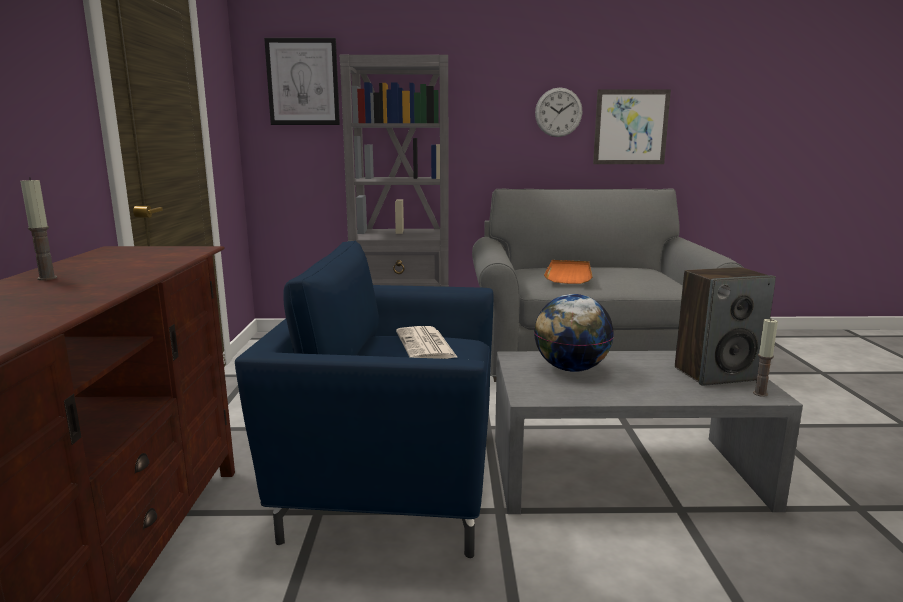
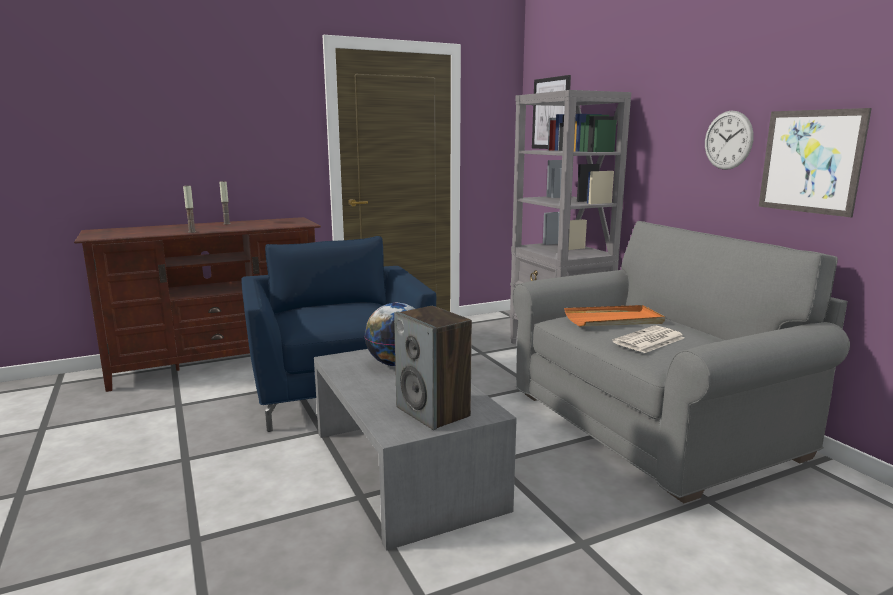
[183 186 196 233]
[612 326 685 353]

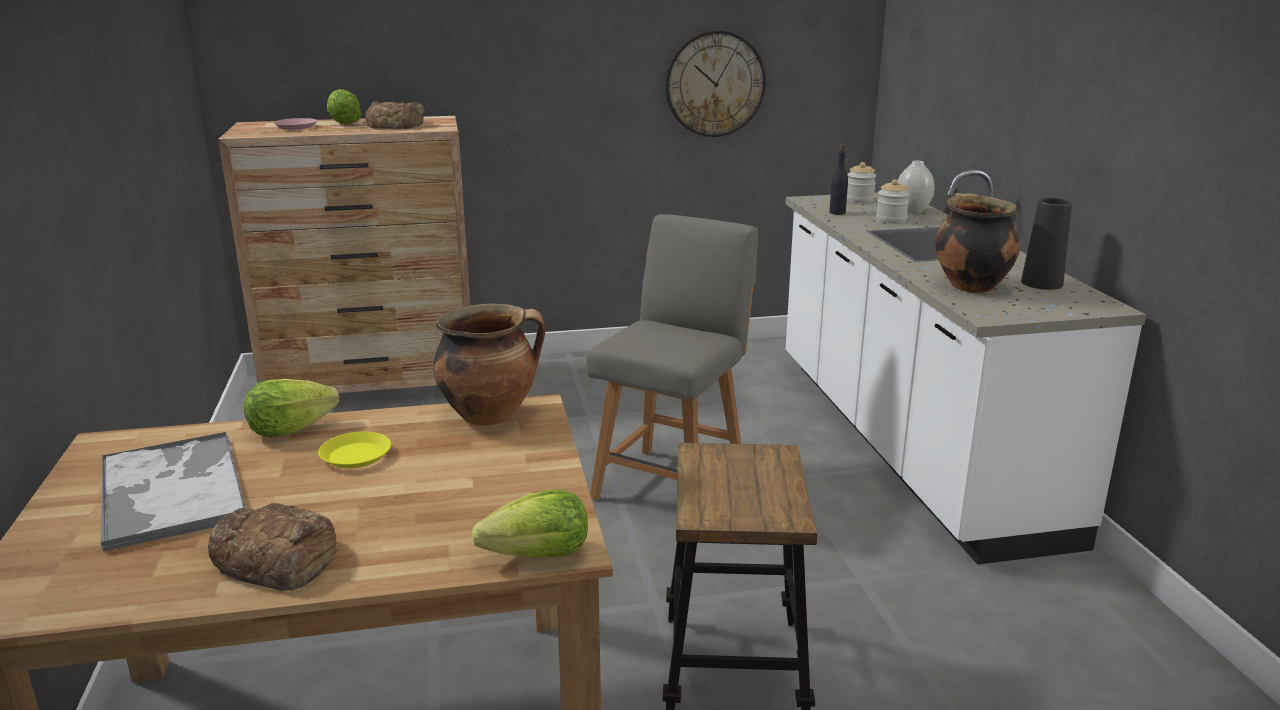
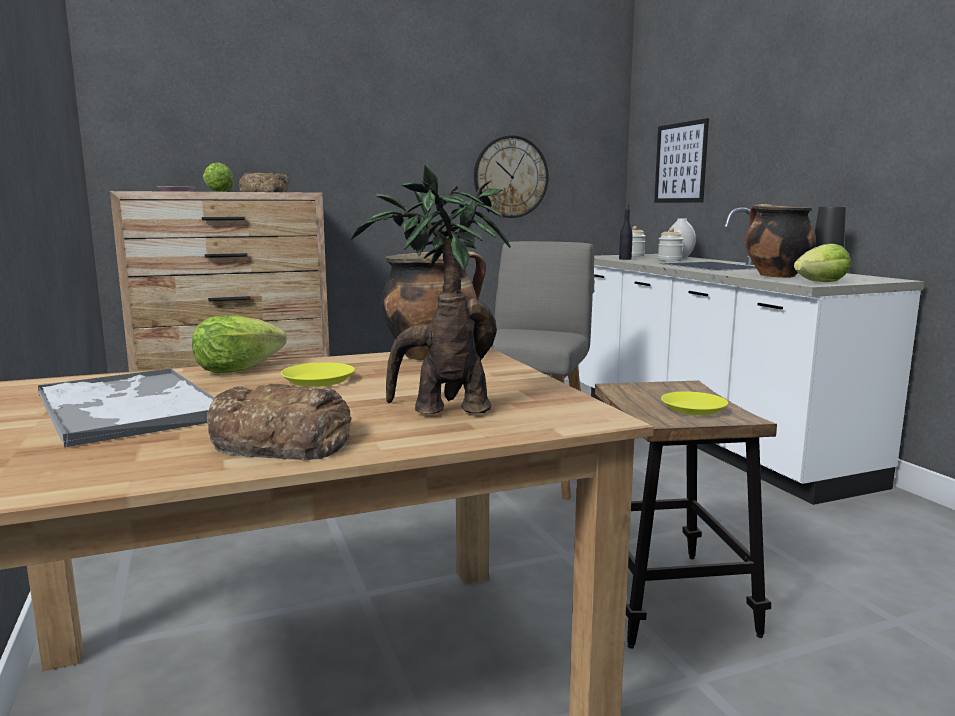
[794 244 851 282]
[654 118 709 203]
[350 165 511 414]
[661 392 728 415]

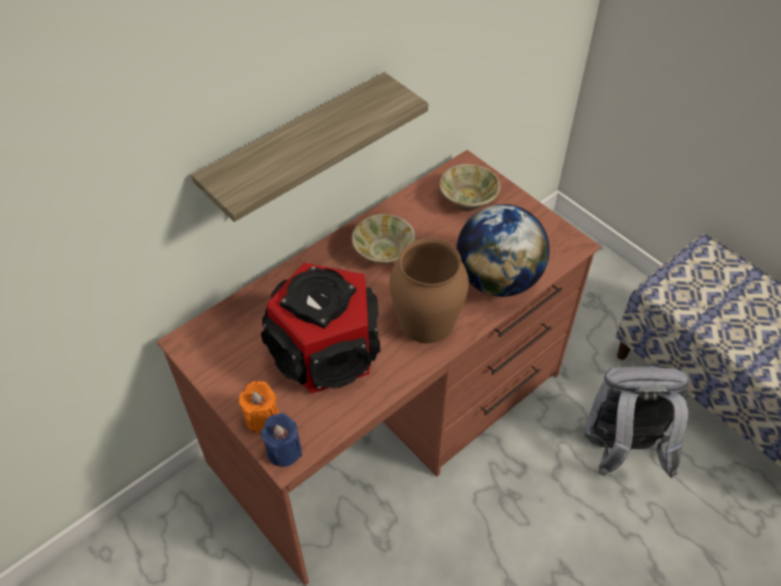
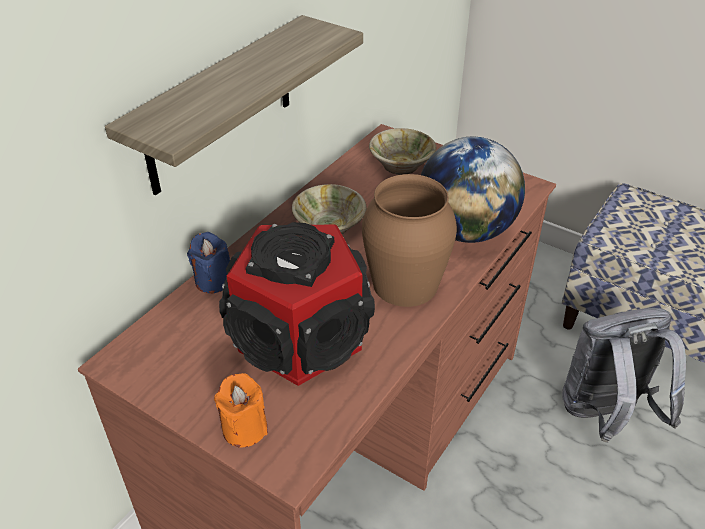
[187 232 230 293]

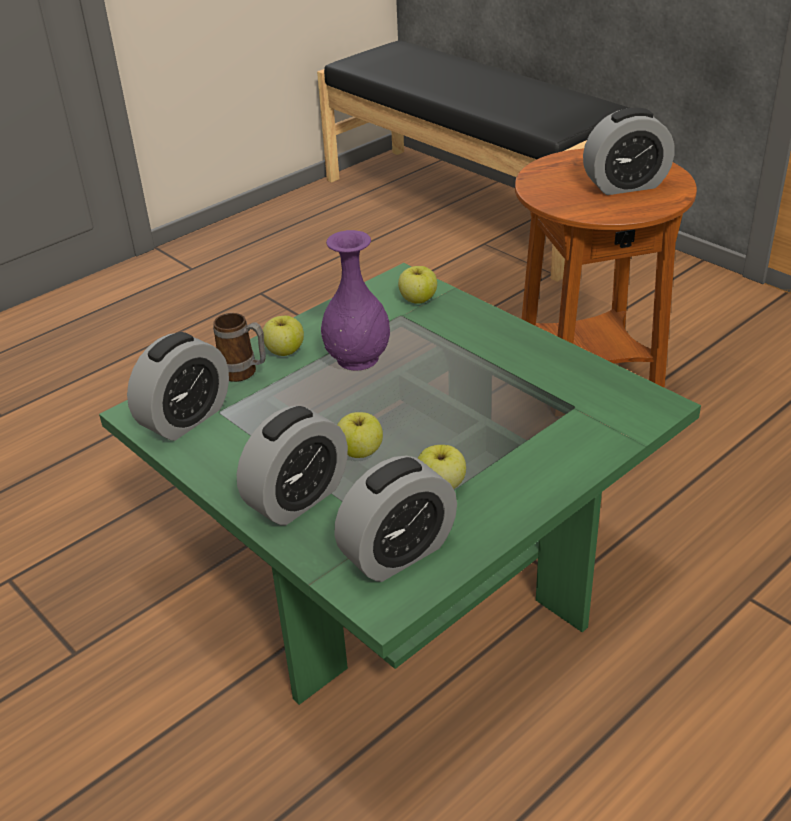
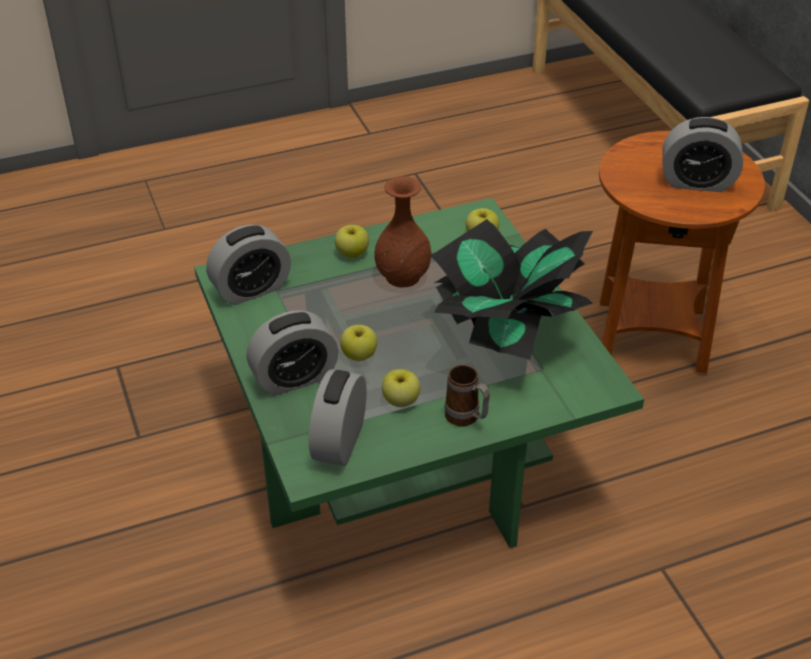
[375 176 431 288]
[445 365 490 426]
[309 369 367 466]
[430 219 593 360]

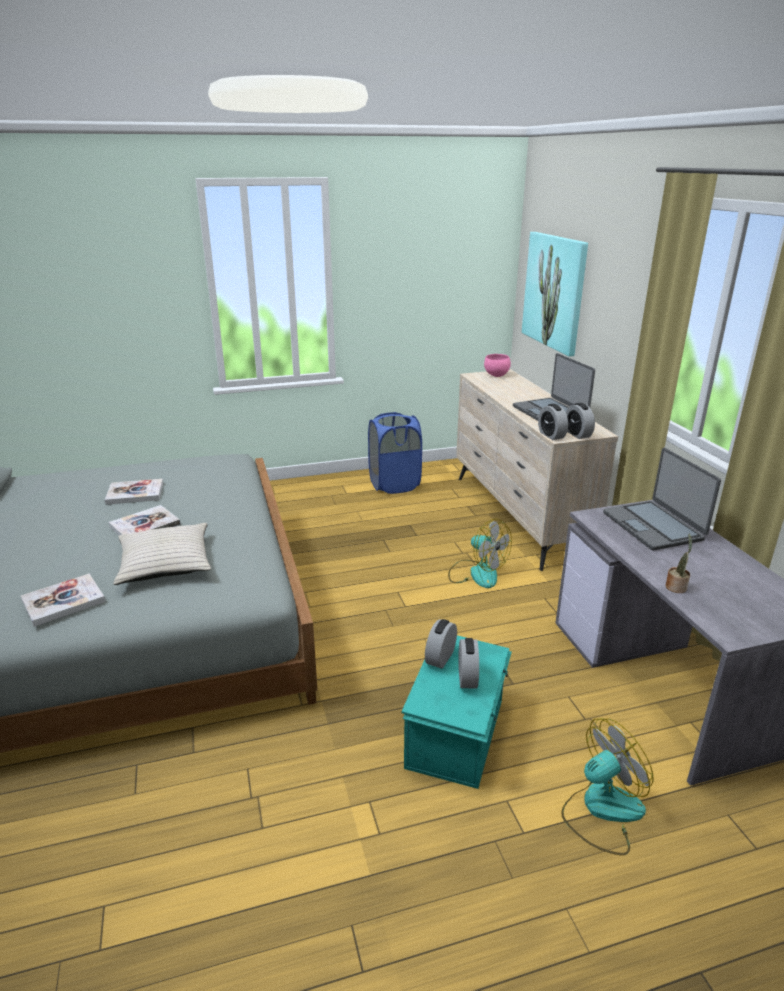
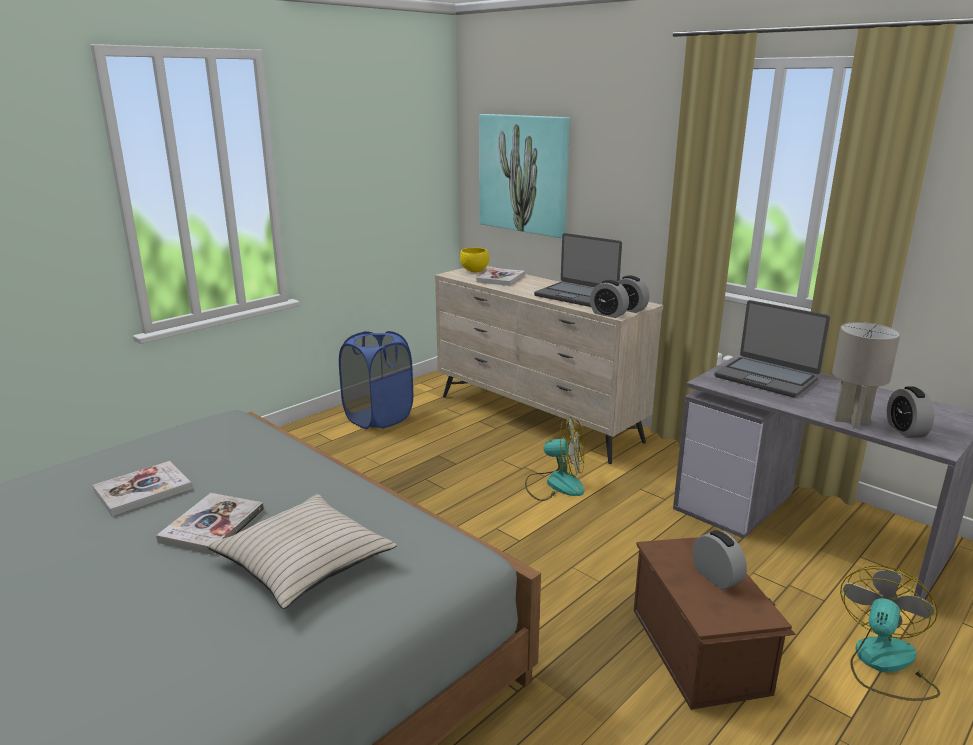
[460 248 489 272]
[832 322 900 429]
[476 268 525 286]
[887 387 934 438]
[634 537 796 710]

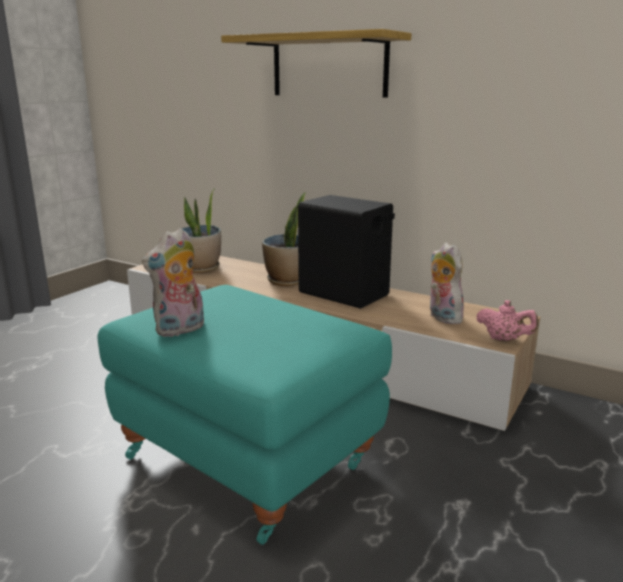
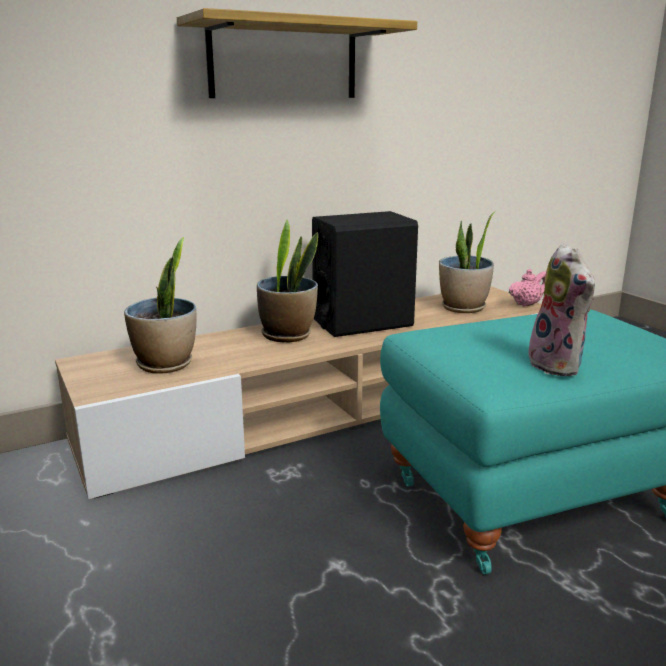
[439 211 496 313]

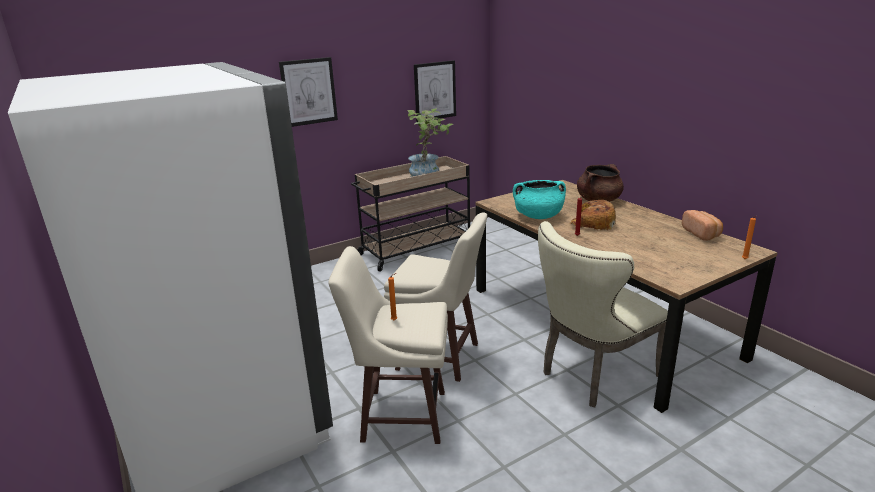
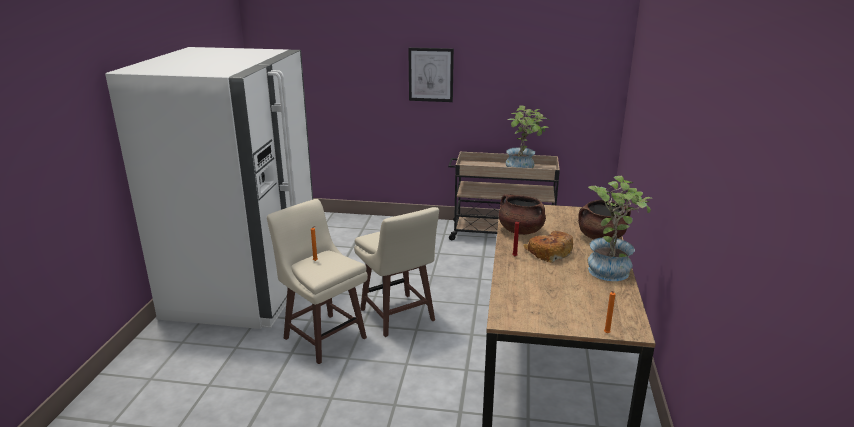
[414 60 456 122] (first image)
[499 194 546 235]
[682 210 723 241] (first image)
[538 221 668 407] (first image)
[588 176 653 281]

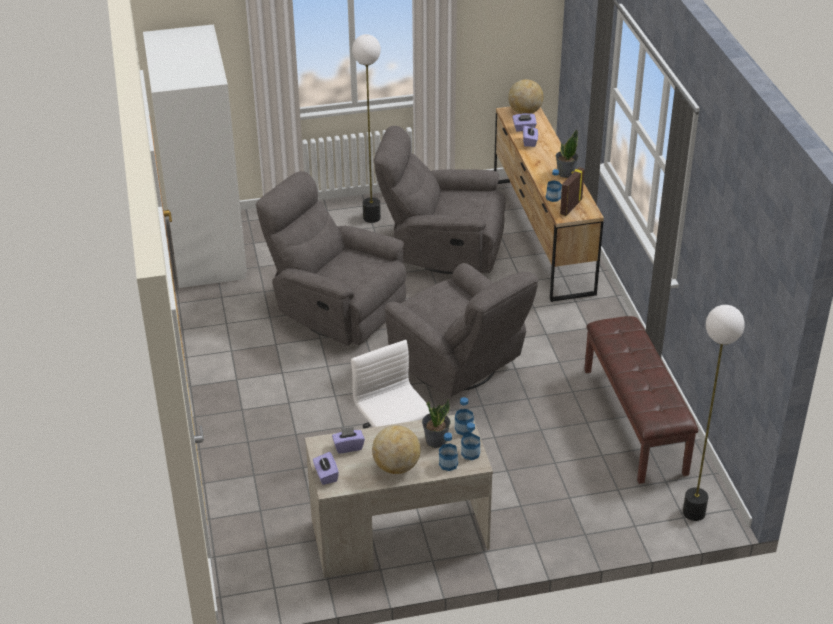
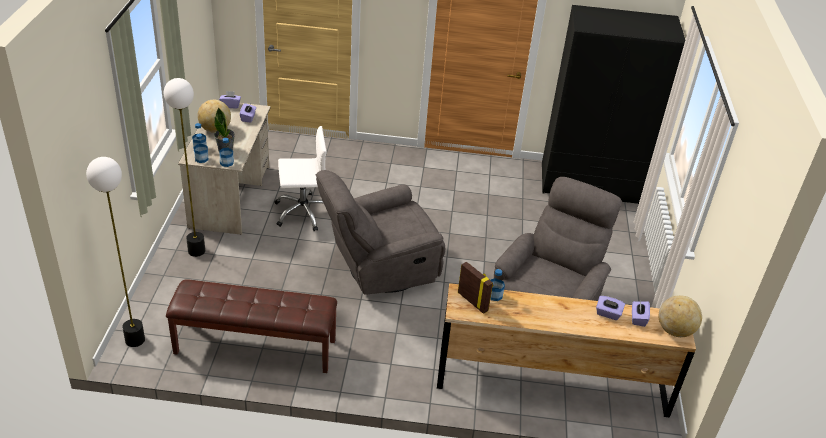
[542 5 685 204]
[164 78 205 257]
[556 130 578 178] (first image)
[256 171 406 346] (first image)

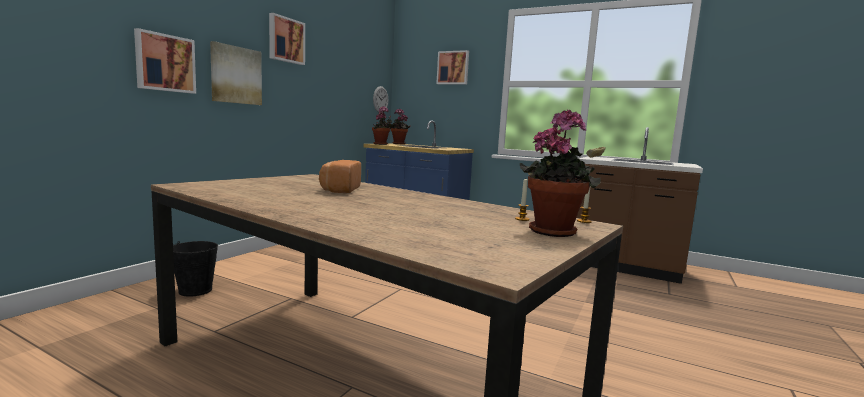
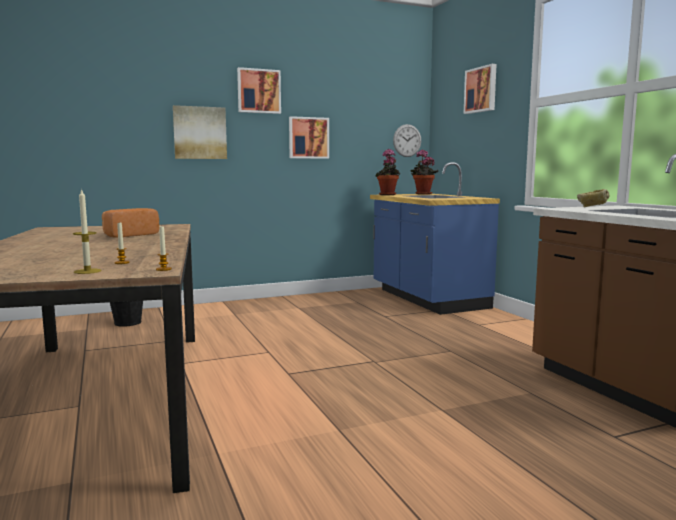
[289 116 329 159]
[73 189 101 274]

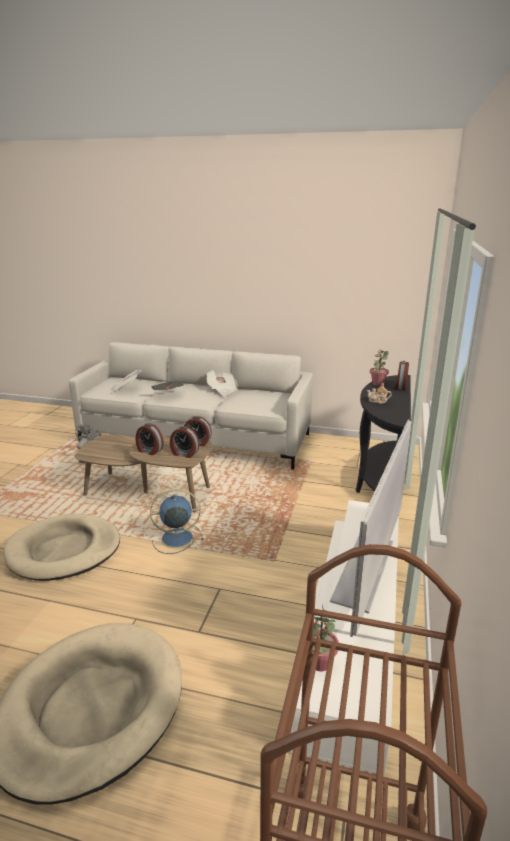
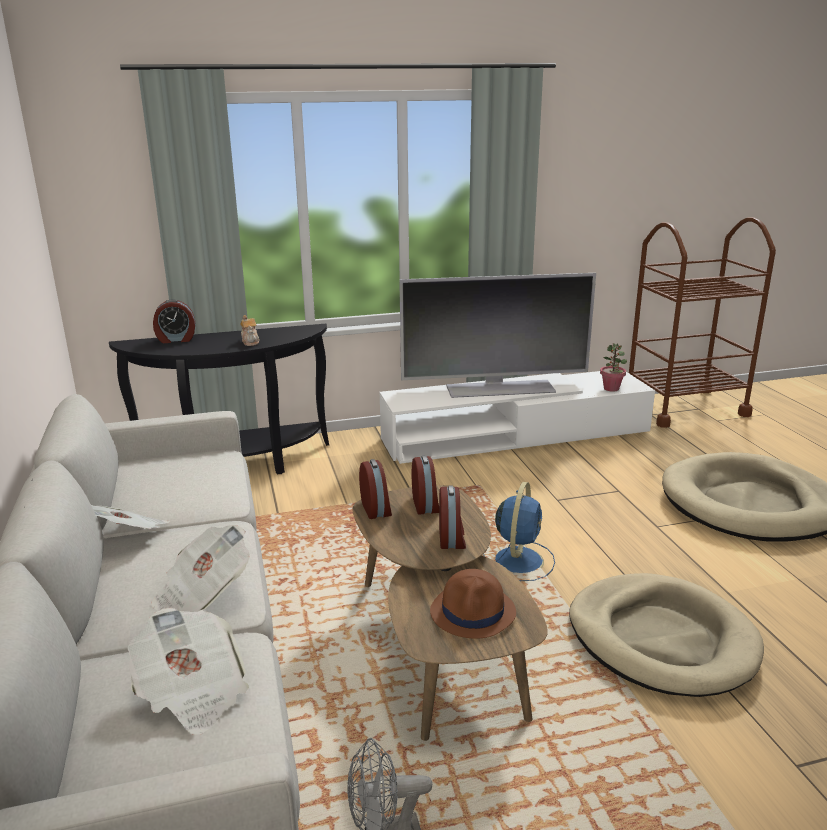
[370 350 389 386] (first image)
[495 482 555 581]
[430 569 516 639]

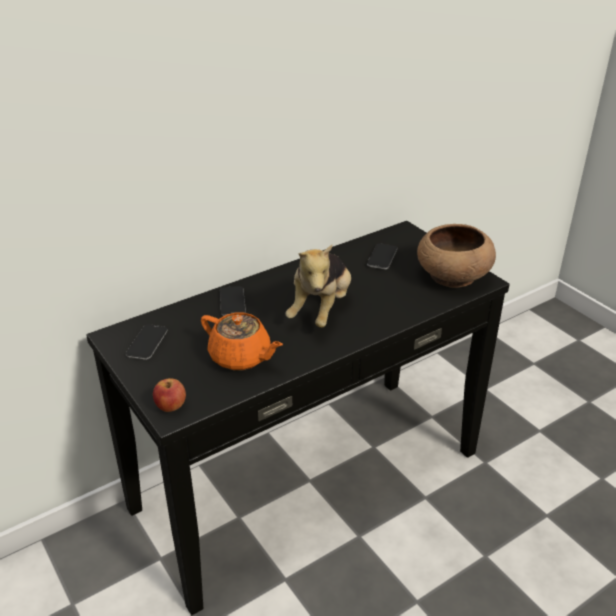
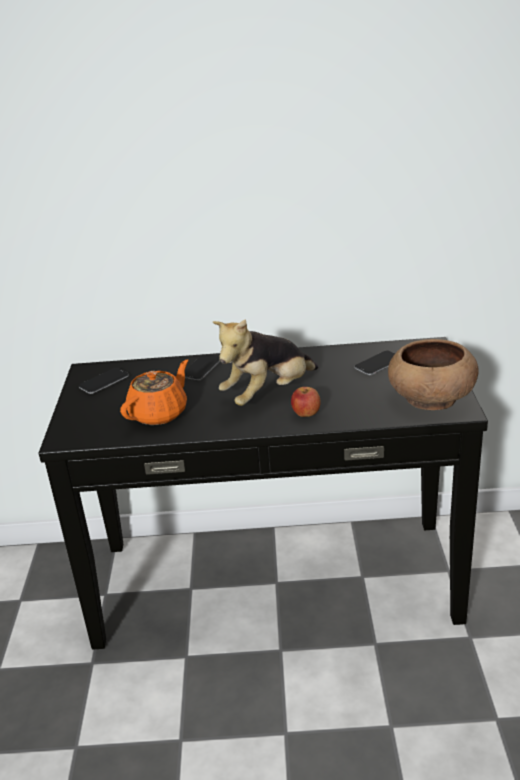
[120 360 188 425]
[291 387 321 417]

